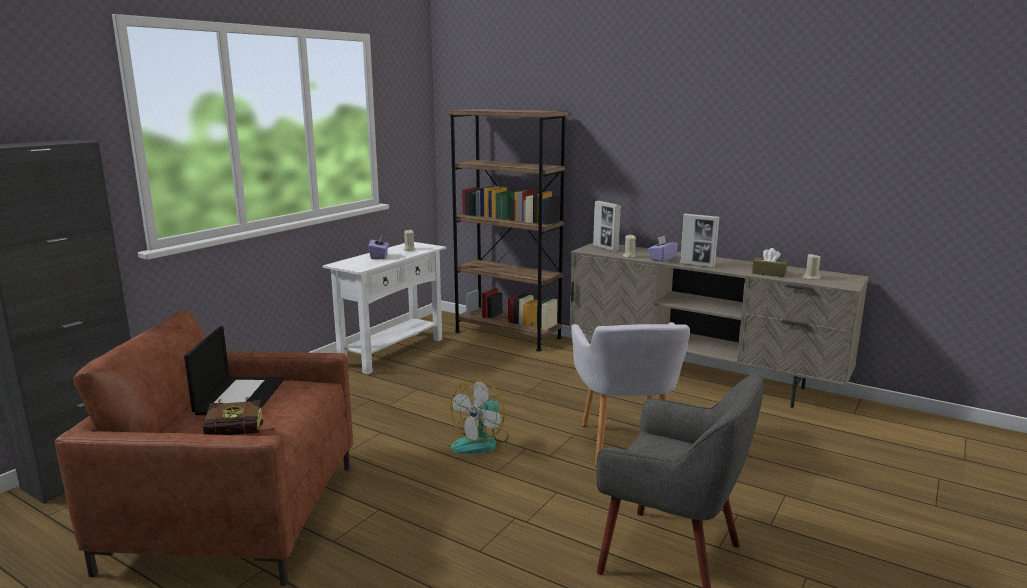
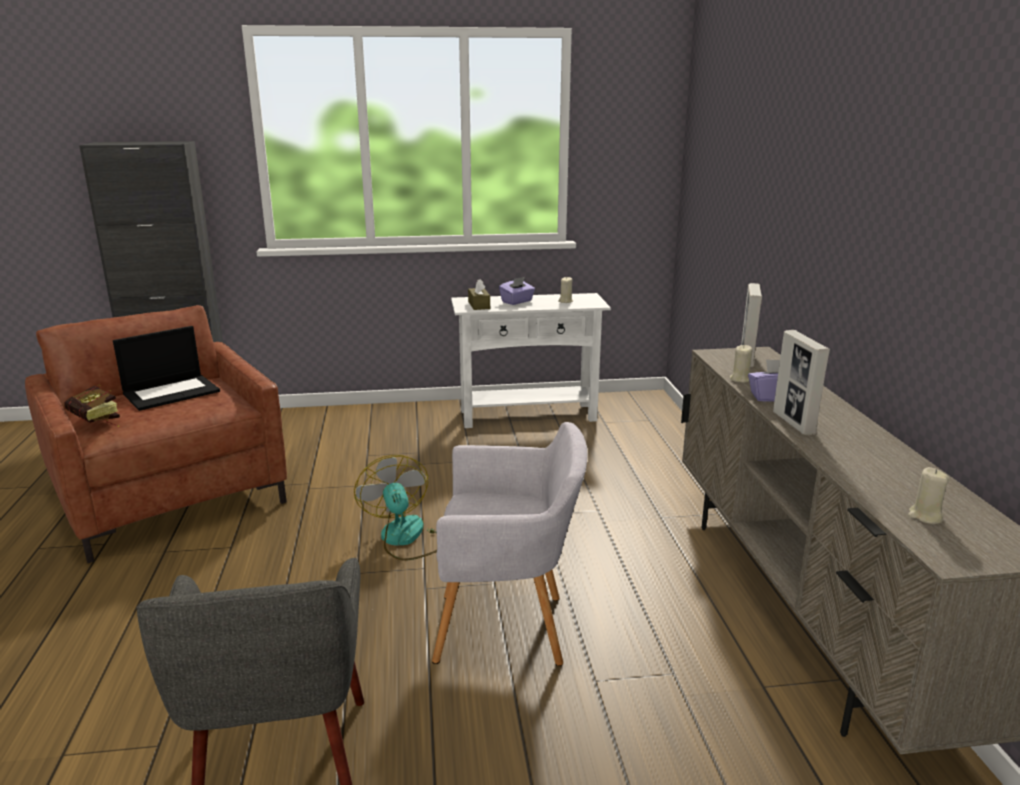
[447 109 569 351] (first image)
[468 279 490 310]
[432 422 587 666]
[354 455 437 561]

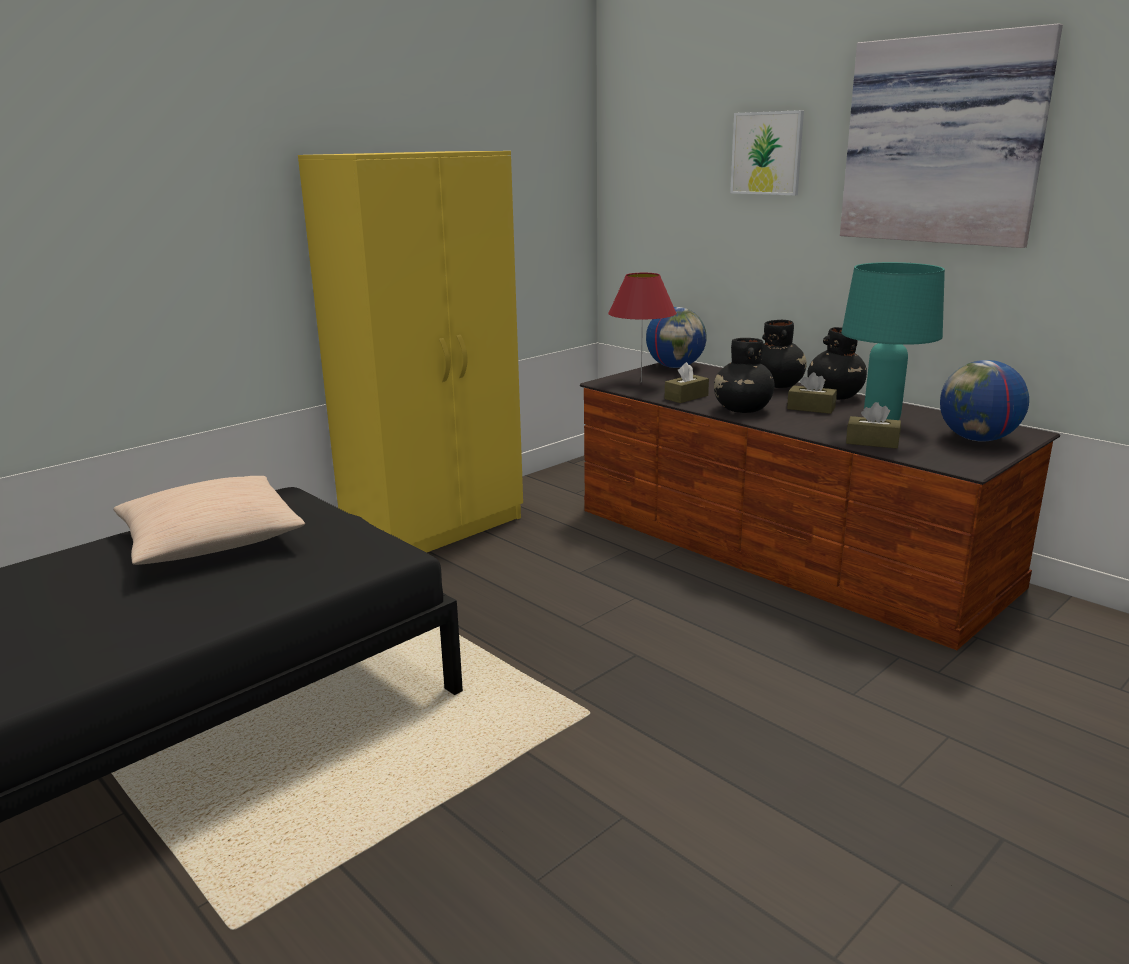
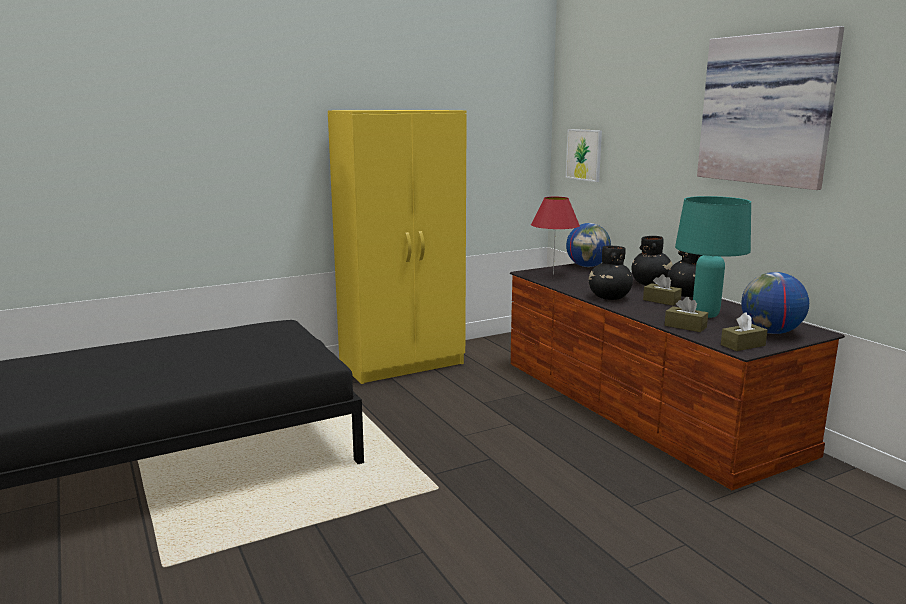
[566 129 602 182]
[721 312 768 351]
[113 476 305 565] (first image)

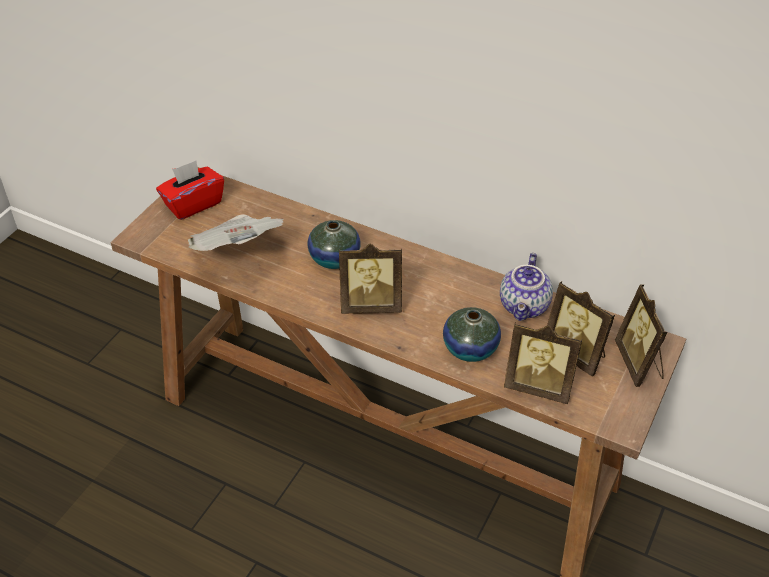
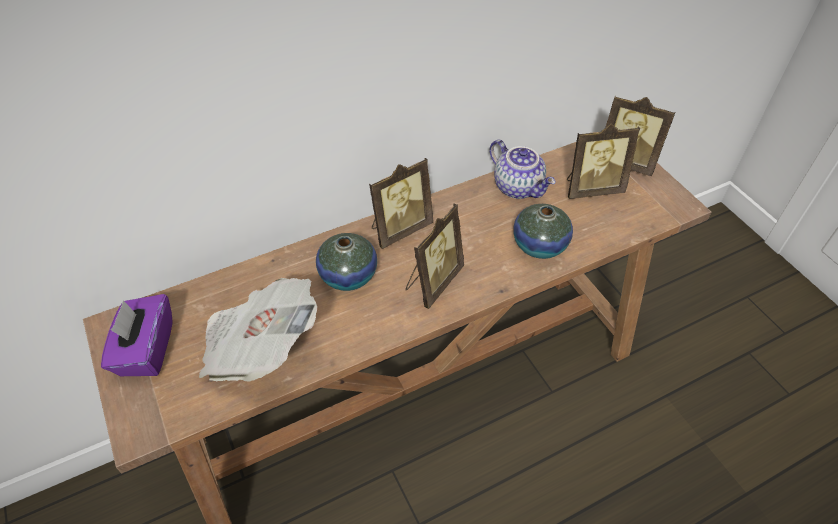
[101 294 173 376]
[369 158 433 249]

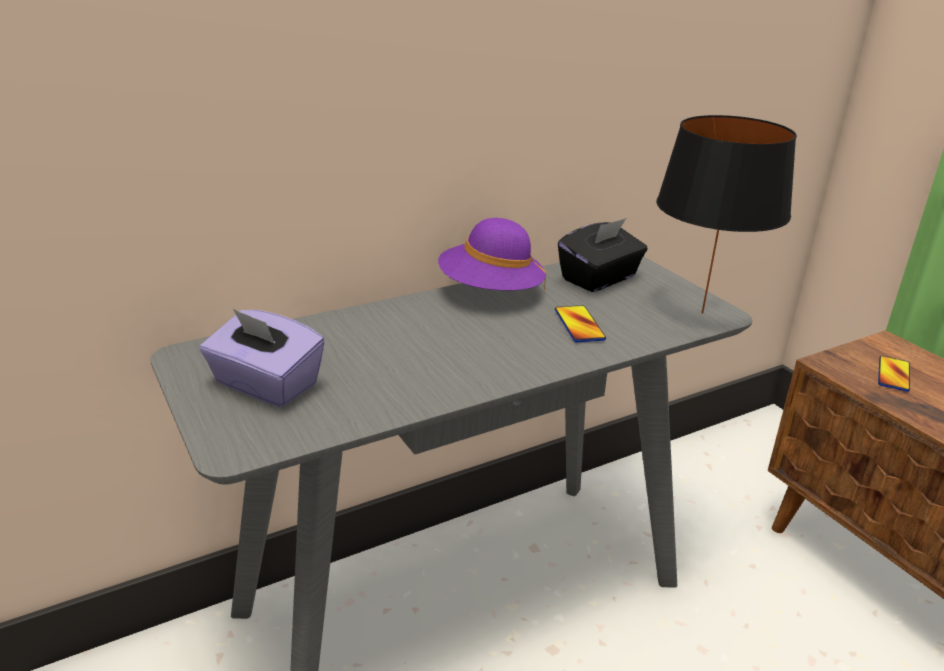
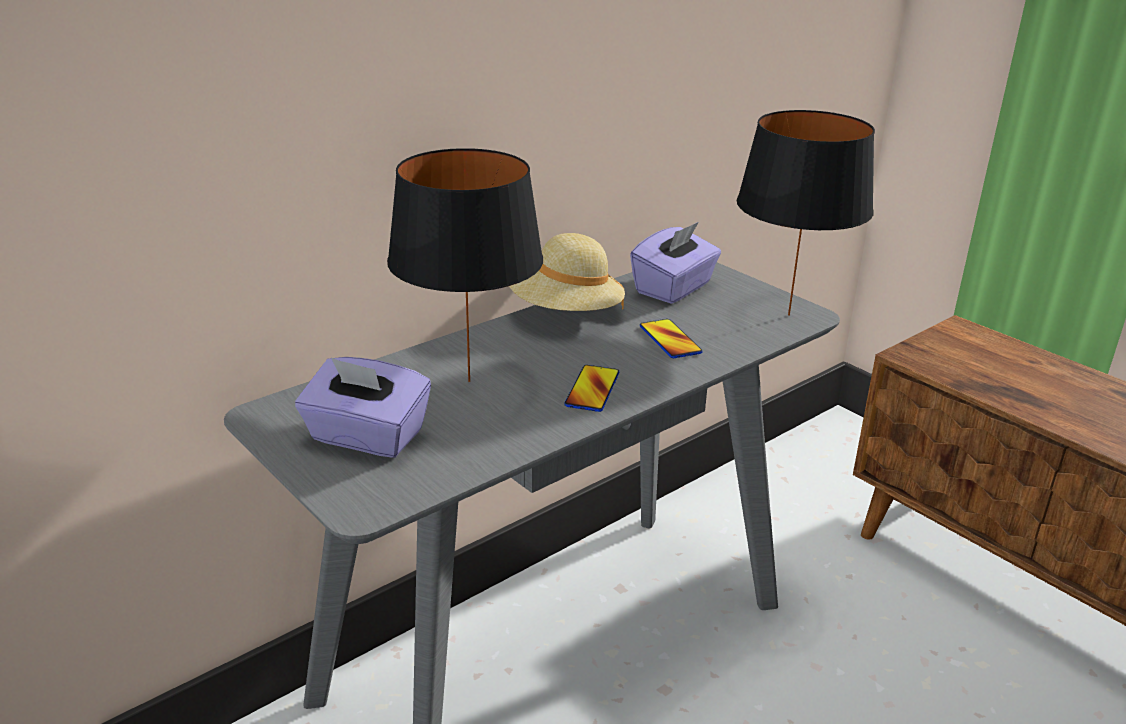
[509 233 625 311]
[630 222 721 304]
[564 365 619 412]
[387 148 543 382]

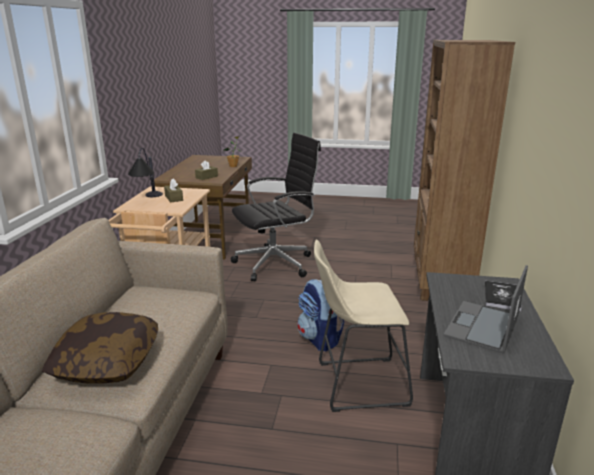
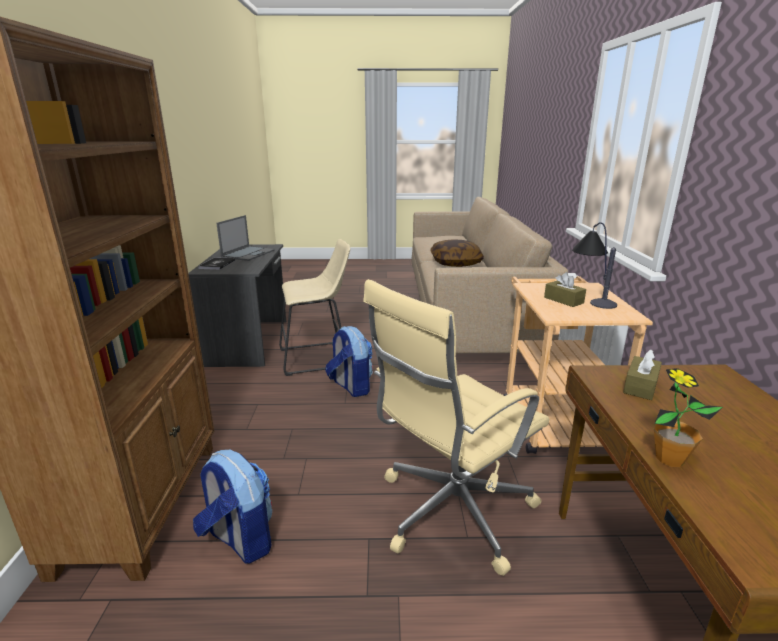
[363 279 549 576]
[193 450 272 564]

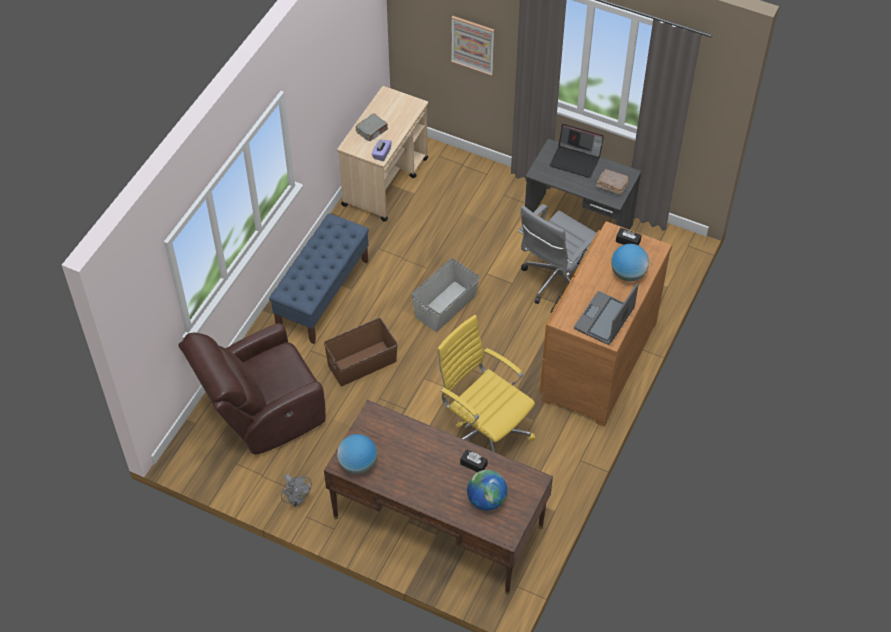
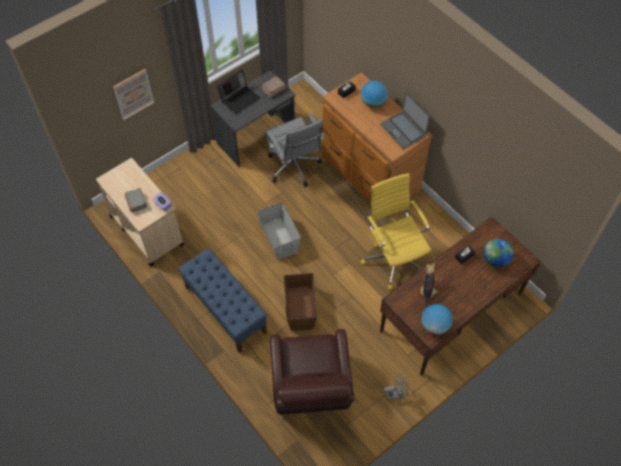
[360 173 431 290]
[421 263 438 308]

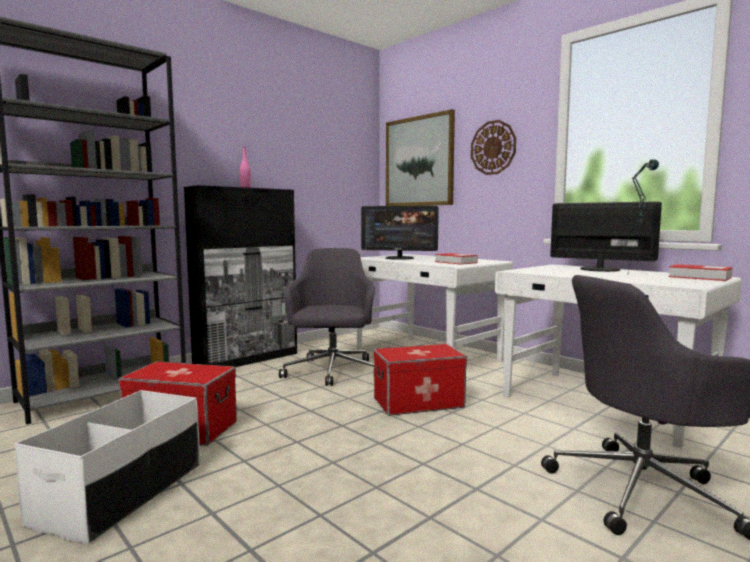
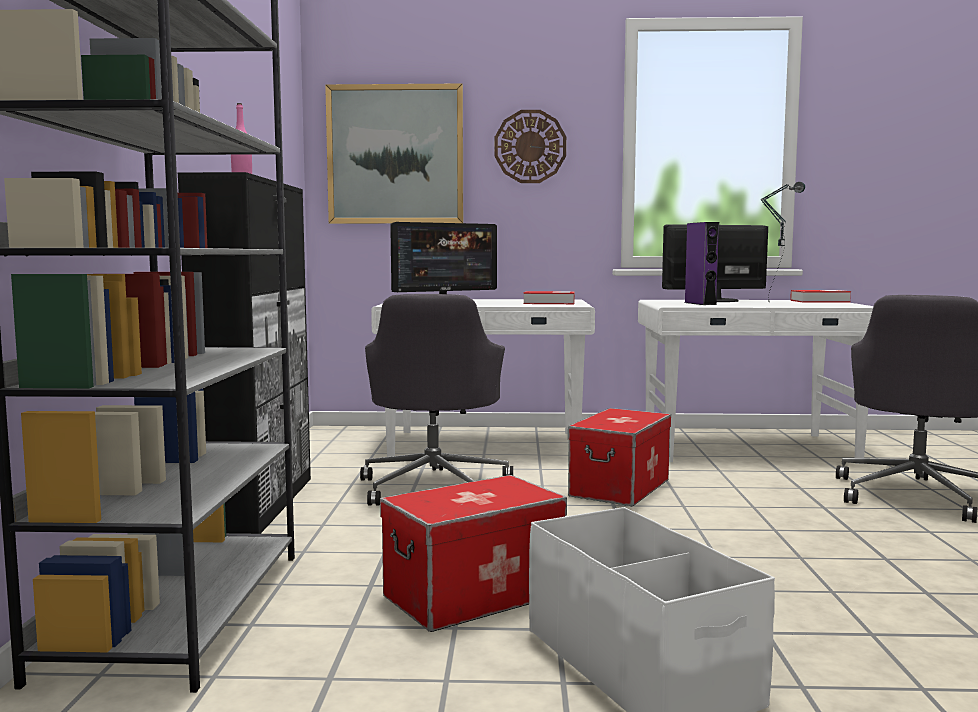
[360 294 513 506]
[685 222 719 305]

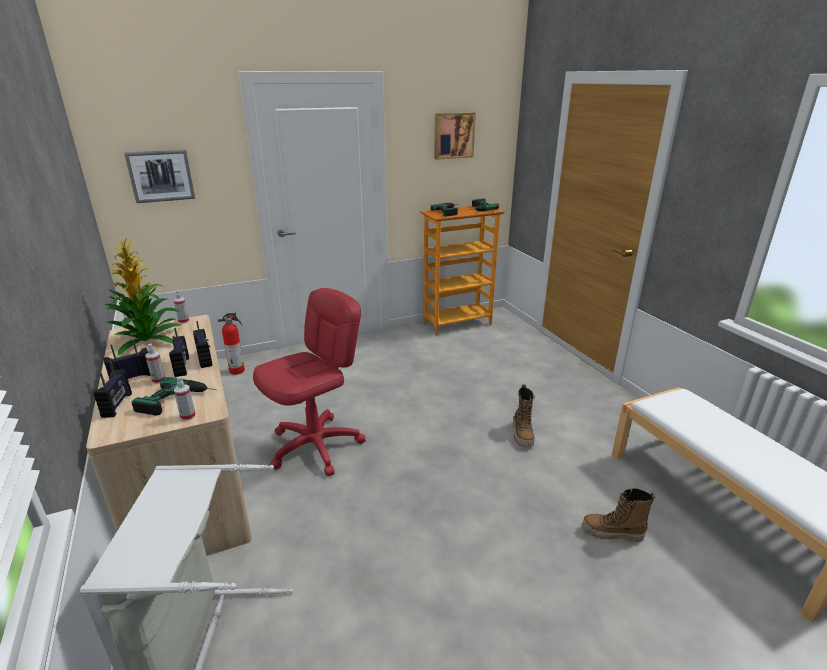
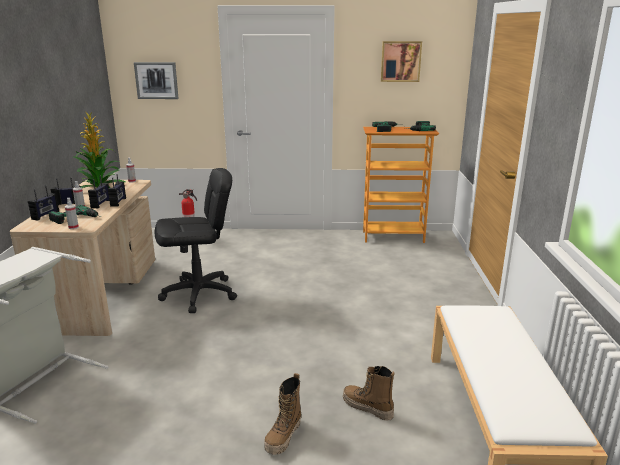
[155 168 237 313]
[264 373 301 455]

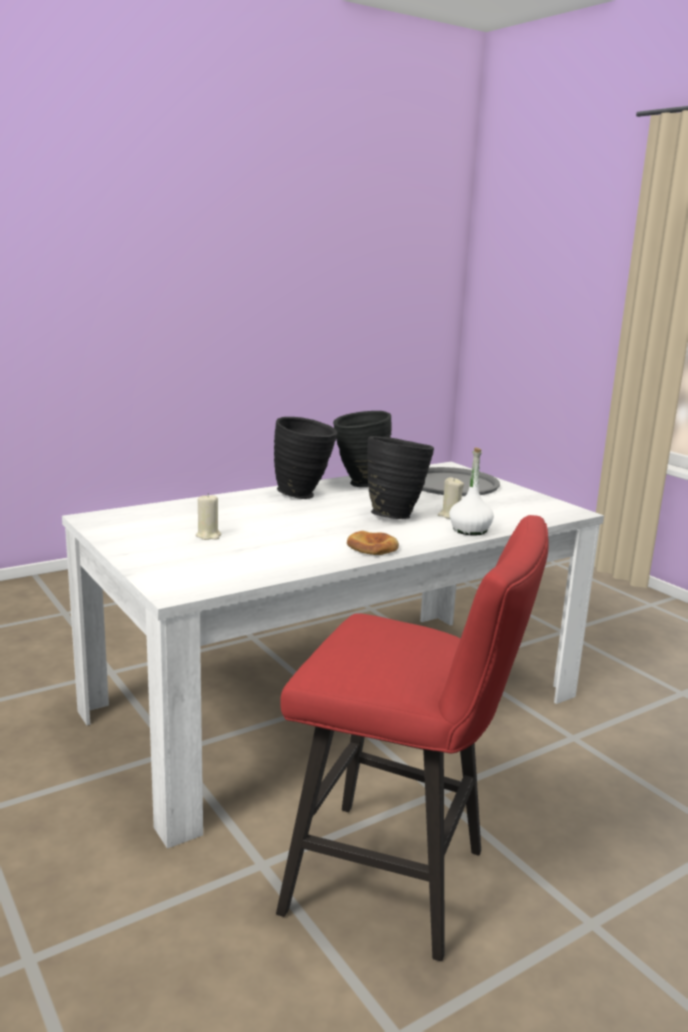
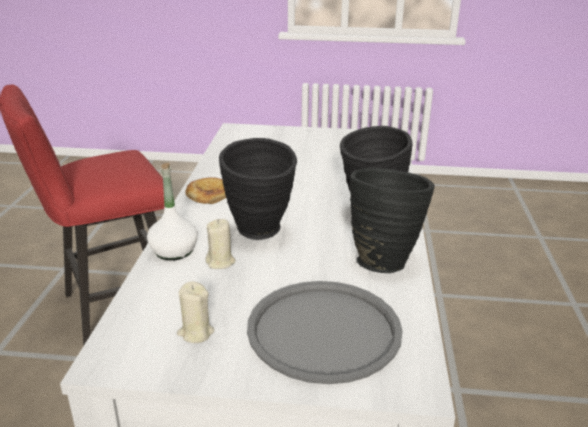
[177 281 215 343]

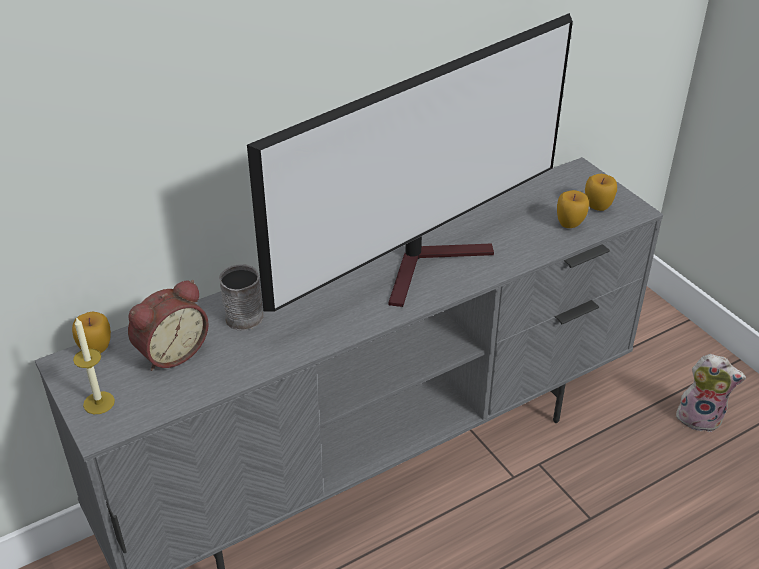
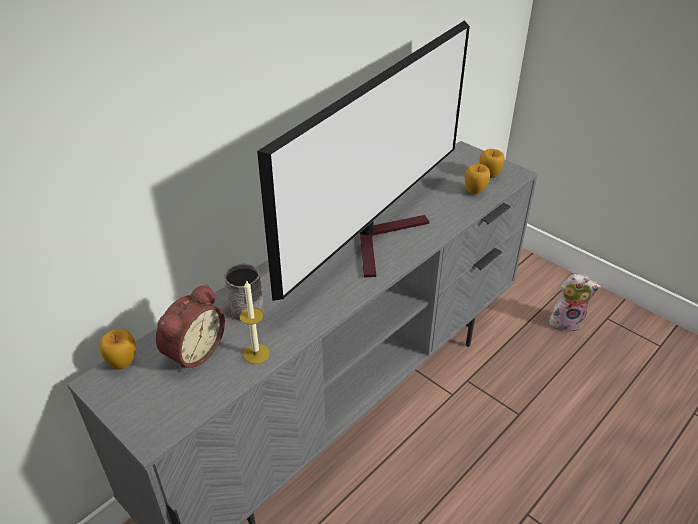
[239 281 270 364]

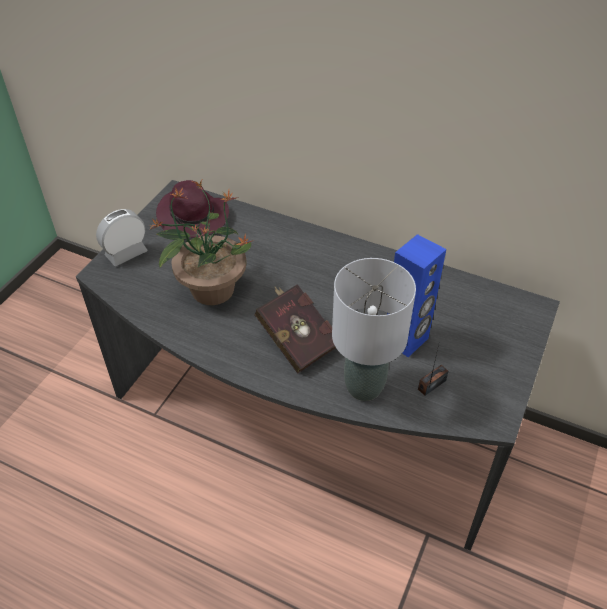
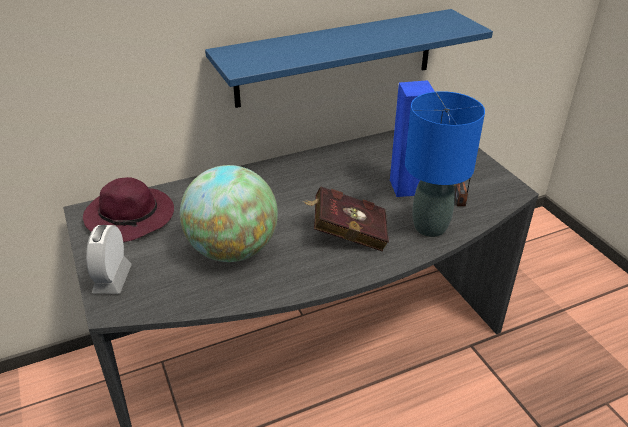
[180 165 278 262]
[405 91 485 237]
[205 9 493 108]

